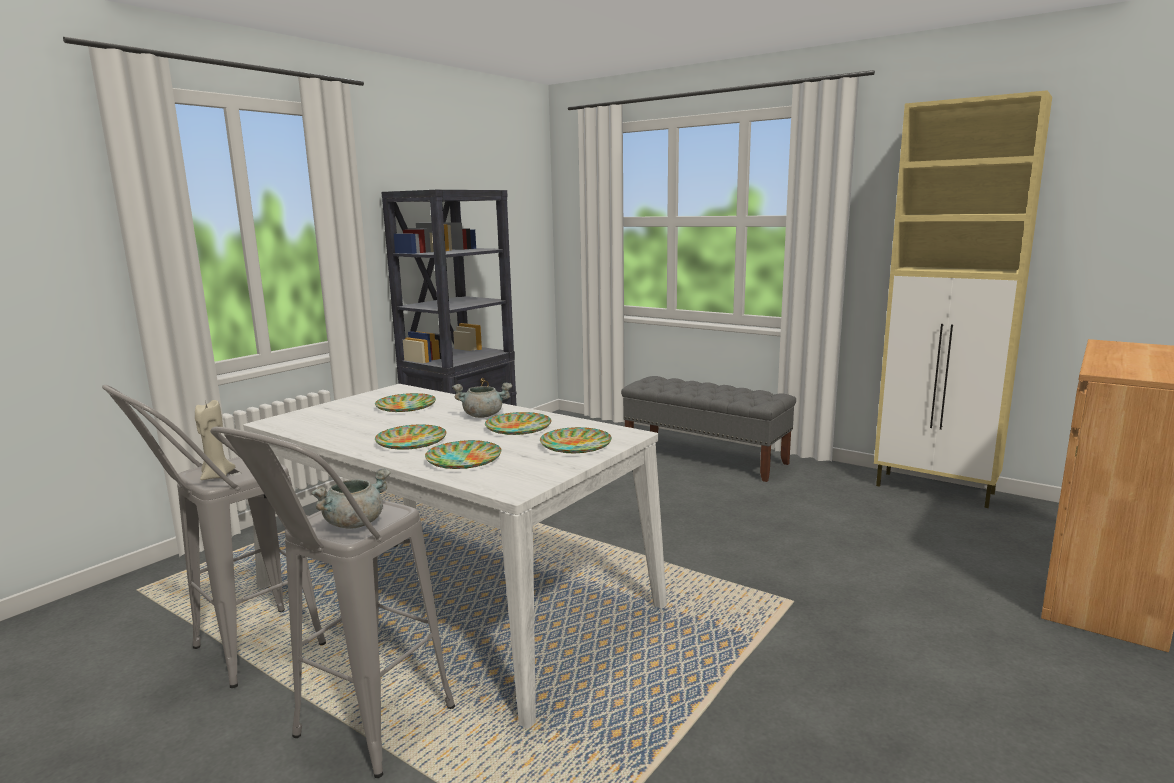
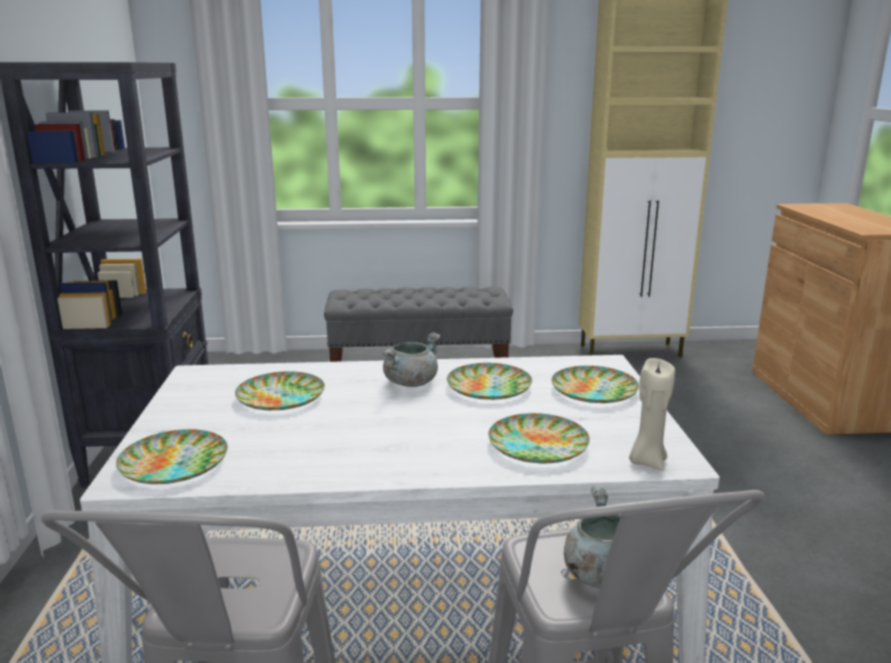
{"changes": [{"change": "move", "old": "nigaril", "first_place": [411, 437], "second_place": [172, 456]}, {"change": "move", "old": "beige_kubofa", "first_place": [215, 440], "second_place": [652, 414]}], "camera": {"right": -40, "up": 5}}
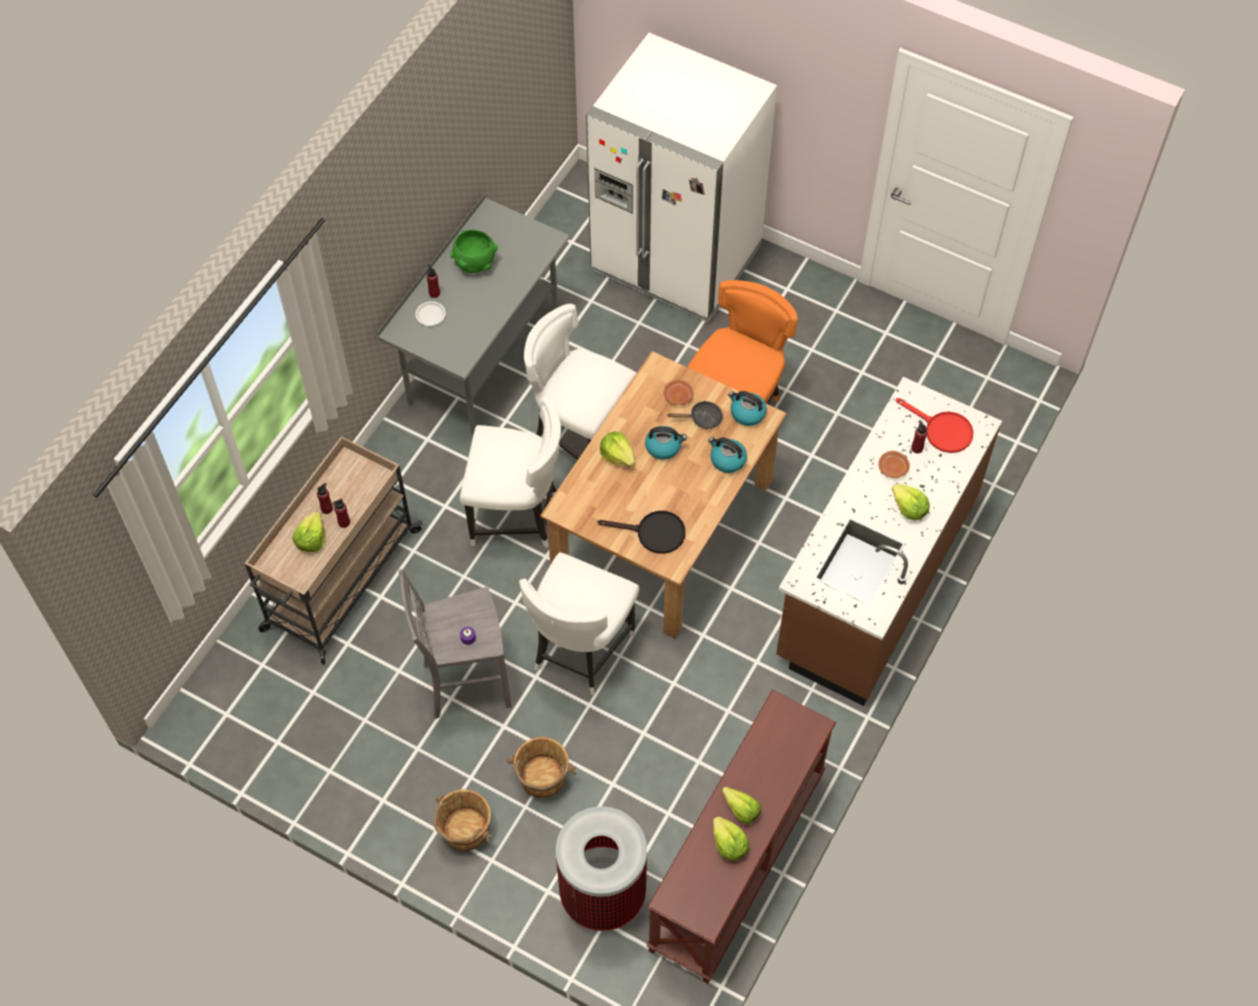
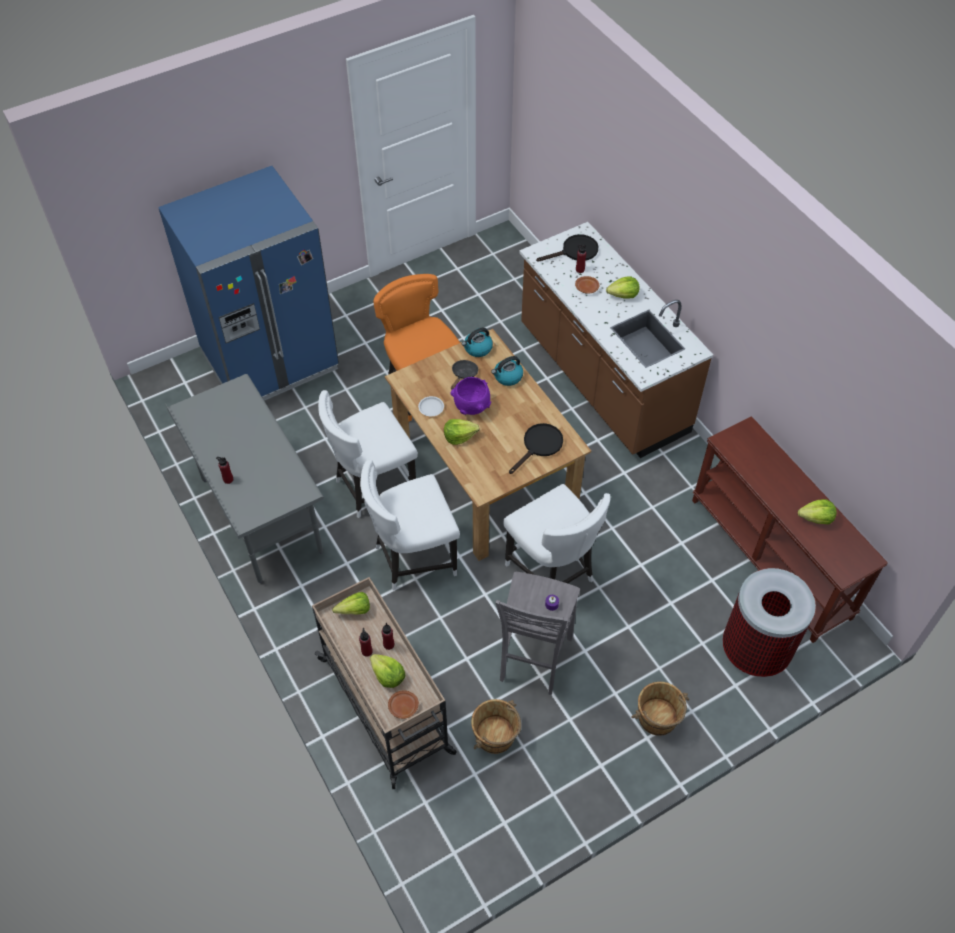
{"changes": [{"change": "recolor", "old": "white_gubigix", "new": "blue_gubigix", "first_place": [681, 177], "second_place": [248, 283]}, {"change": "move", "old": "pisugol", "first_place": [741, 805], "second_place": [351, 603]}, {"change": "rotate", "old": "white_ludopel", "first_place": [510, 472], "second_place": [410, 525], "degrees": -150}, {"change": "move", "old": "brown_nigaril", "first_place": [679, 392], "second_place": [403, 704]}, {"change": "move", "old": "white_nigaril", "first_place": [430, 313], "second_place": [431, 406]}, {"change": "replace", "old": "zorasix", "new": "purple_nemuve", "first_place": [666, 443], "second_place": [471, 396]}, {"change": "move", "old": "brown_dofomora", "first_place": [541, 767], "second_place": [496, 726]}, {"change": "recolor", "old": "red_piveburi", "new": "black_piveburi", "first_place": [935, 425], "second_place": [567, 248]}, {"change": "delete", "old": "green_nemuve", "first_place": [474, 251]}], "camera": {"right": -60, "up": -5}}
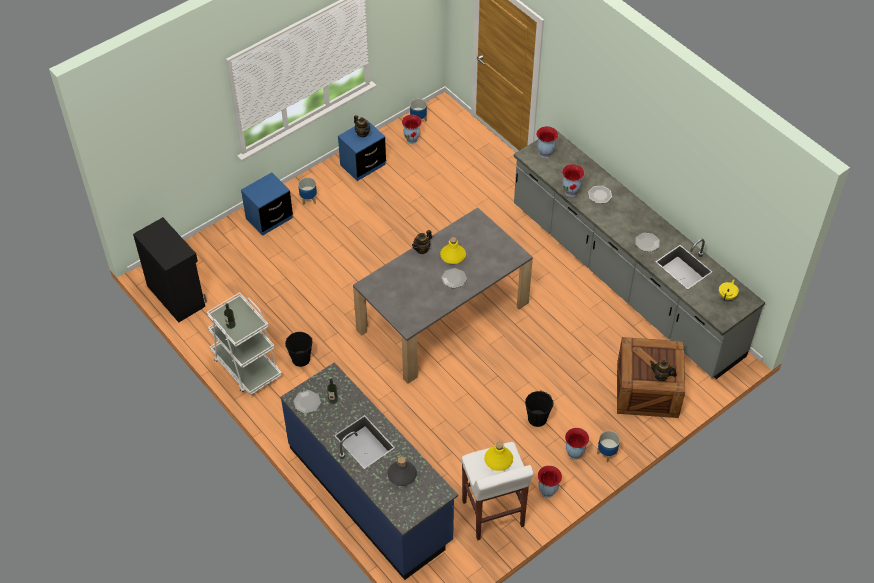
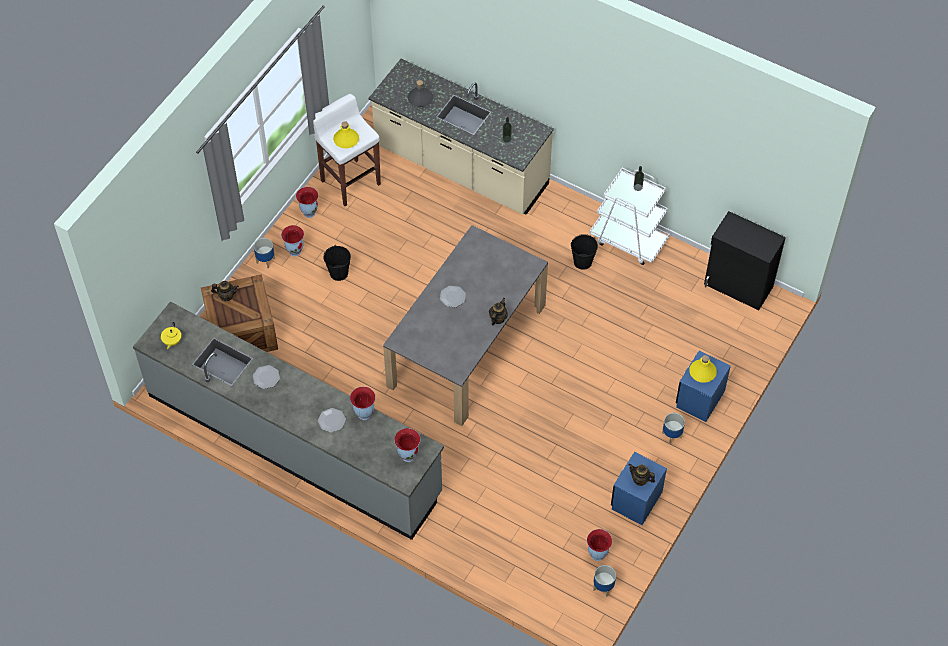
{"changes": [{"change": "recolor", "old": "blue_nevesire", "new": "beige_nevesire", "first_place": [369, 471], "second_place": [461, 137]}, {"change": "move", "old": "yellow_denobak", "first_place": [453, 250], "second_place": [703, 369]}, {"change": "delete", "old": "nigaril", "first_place": [307, 402]}], "camera": {"right": 160, "up": 5}}
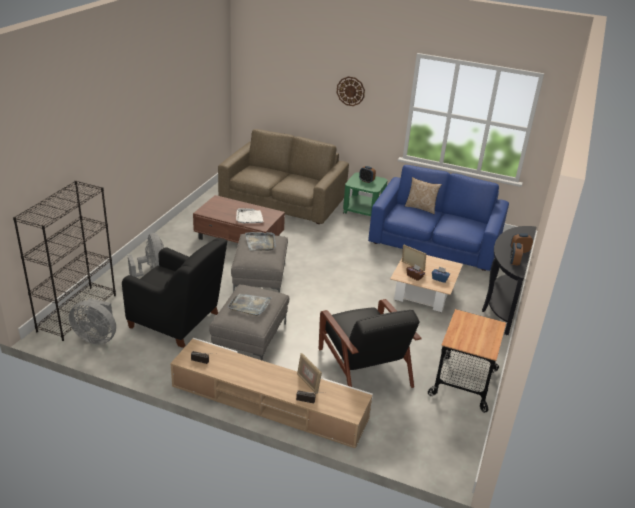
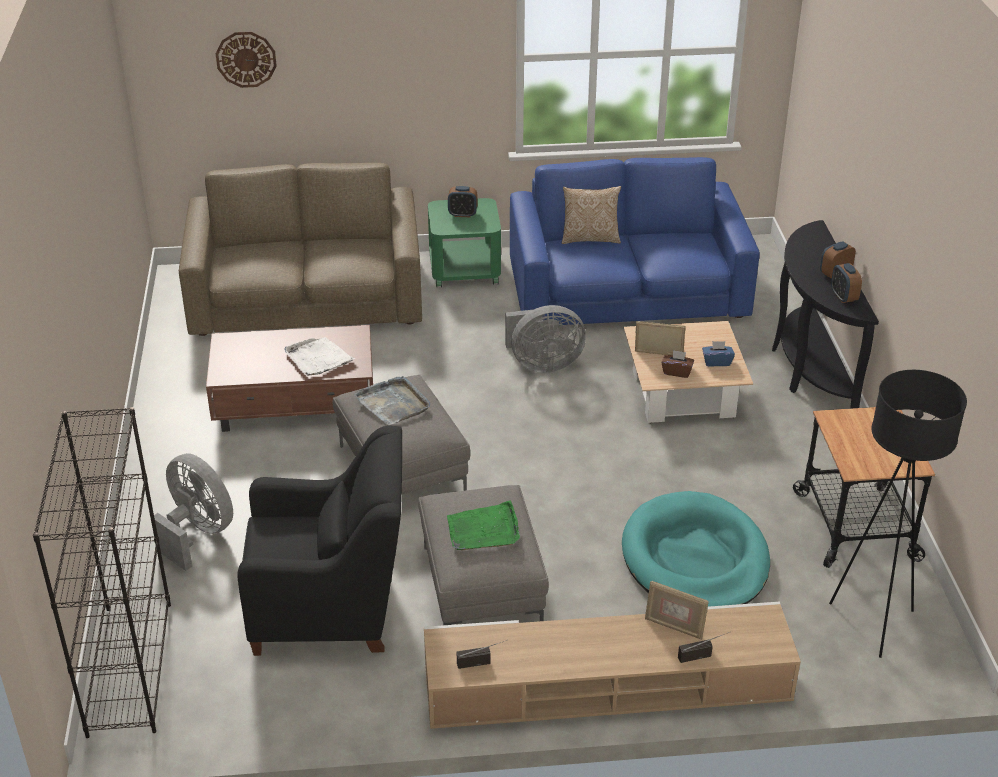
{"changes": [{"change": "move", "old": "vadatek", "first_place": [351, 91], "second_place": [246, 60]}, {"change": "recolor", "old": "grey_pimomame", "new": "green_pimomame", "first_place": [250, 305], "second_place": [483, 525]}, {"change": "move", "old": "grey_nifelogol", "first_place": [92, 321], "second_place": [545, 339]}, {"change": "replace", "old": "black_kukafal", "new": "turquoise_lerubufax", "first_place": [370, 343], "second_place": [696, 549]}, {"change": "insert", "new": "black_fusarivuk", "second_place": [898, 514]}], "camera": {"right": -25, "up": 5}}
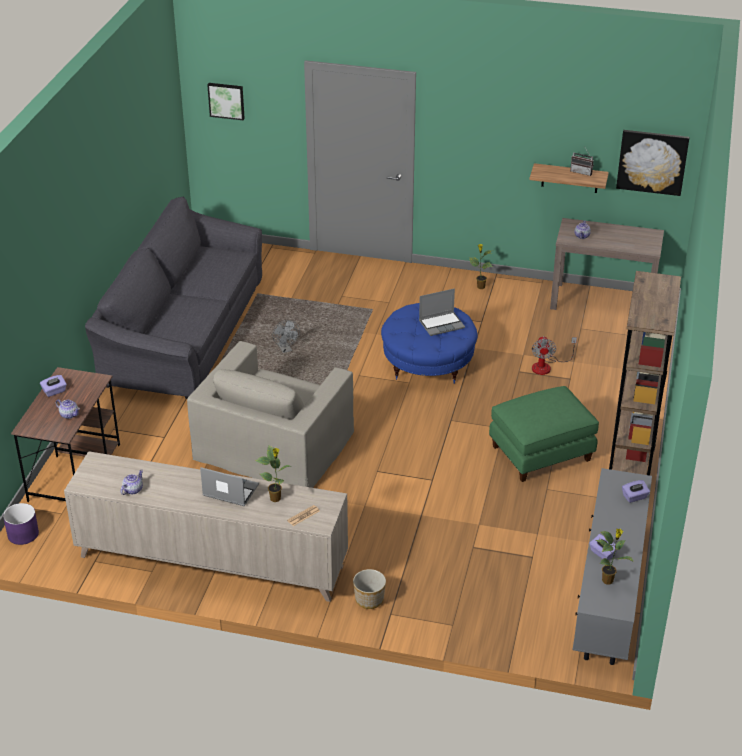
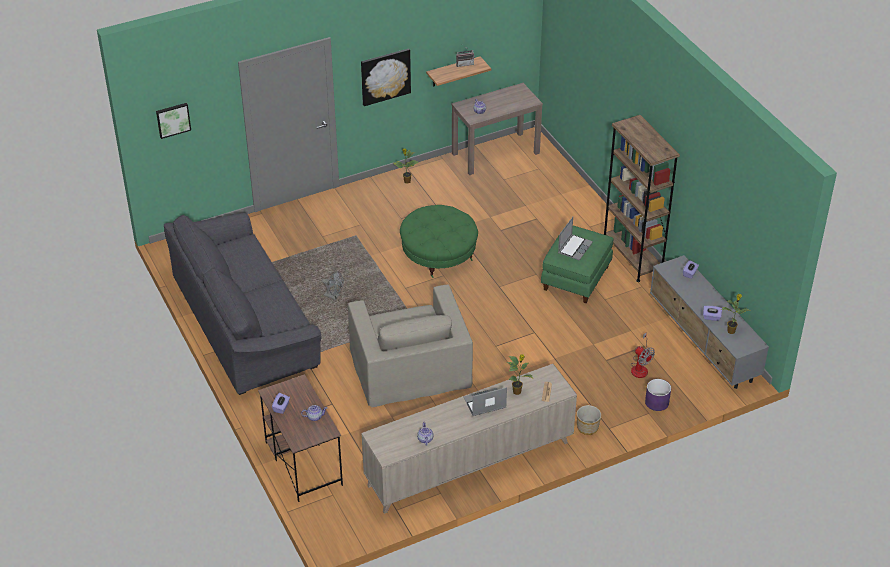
{"changes": [{"change": "move", "old": "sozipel", "first_place": [652, 163], "second_place": [386, 77]}, {"change": "recolor", "old": "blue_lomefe", "new": "green_lomefe", "first_place": [429, 343], "second_place": [439, 241]}, {"change": "move", "old": "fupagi", "first_place": [442, 312], "second_place": [575, 239]}, {"change": "move", "old": "nifelogol", "first_place": [554, 355], "second_place": [643, 355]}, {"change": "move", "old": "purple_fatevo", "first_place": [21, 524], "second_place": [658, 395]}], "camera": {"right": -40, "up": 5}}
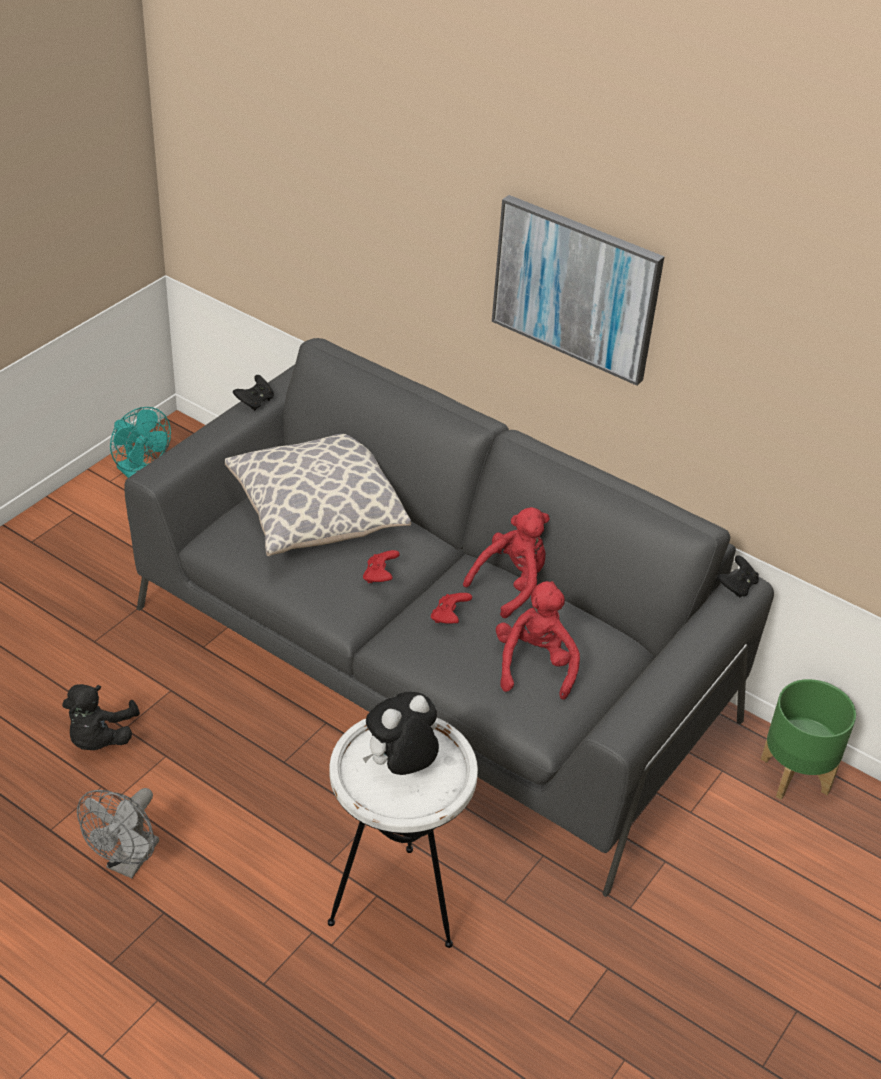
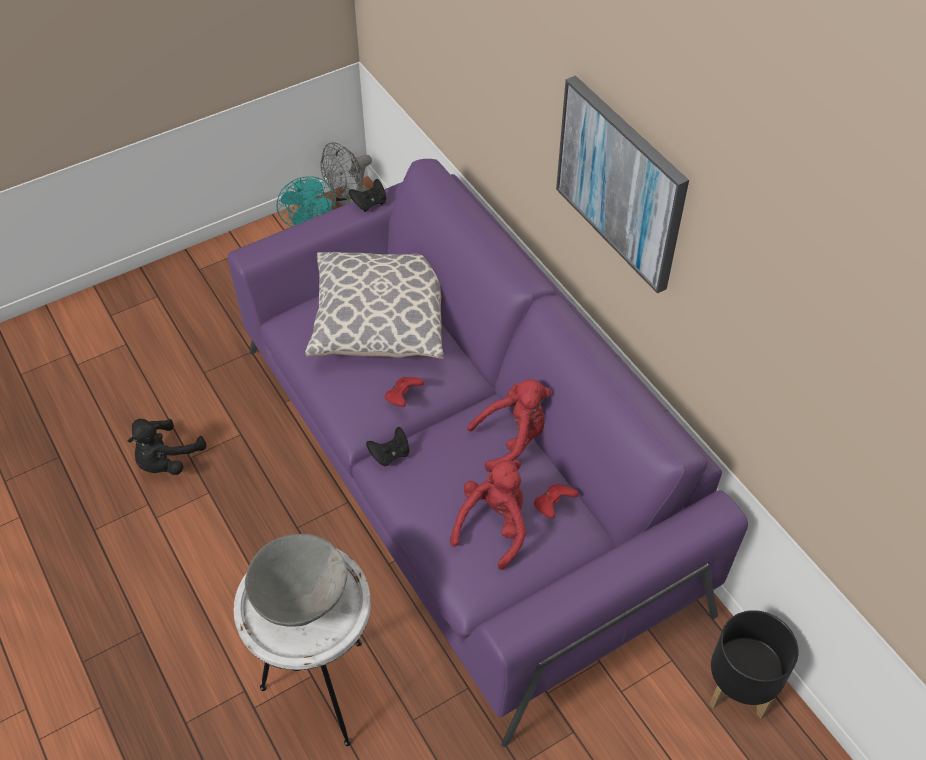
{"changes": [{"change": "recolor", "old": "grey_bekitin", "new": "purple_bekitin", "first_place": [449, 617], "second_place": [488, 453]}, {"change": "replace", "old": "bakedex", "new": "grey_nemuve", "first_place": [401, 733], "second_place": [296, 580]}, {"change": "move", "old": "grey_nifelogol", "first_place": [118, 833], "second_place": [346, 174]}, {"change": "move", "old": "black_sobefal", "first_place": [738, 576], "second_place": [387, 446]}, {"change": "move", "old": "red_sobefal", "first_place": [451, 608], "second_place": [556, 501]}, {"change": "recolor", "old": "green_fatevo", "new": "black_fatevo", "first_place": [808, 739], "second_place": [754, 664]}], "camera": {"right": 25, "up": 10}}
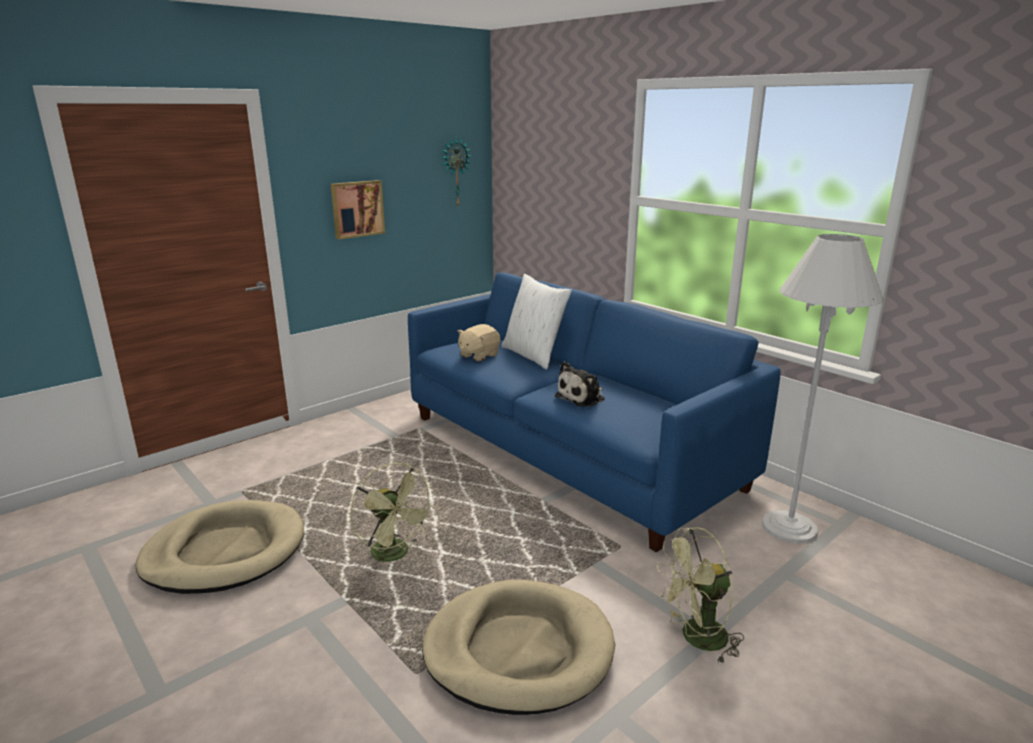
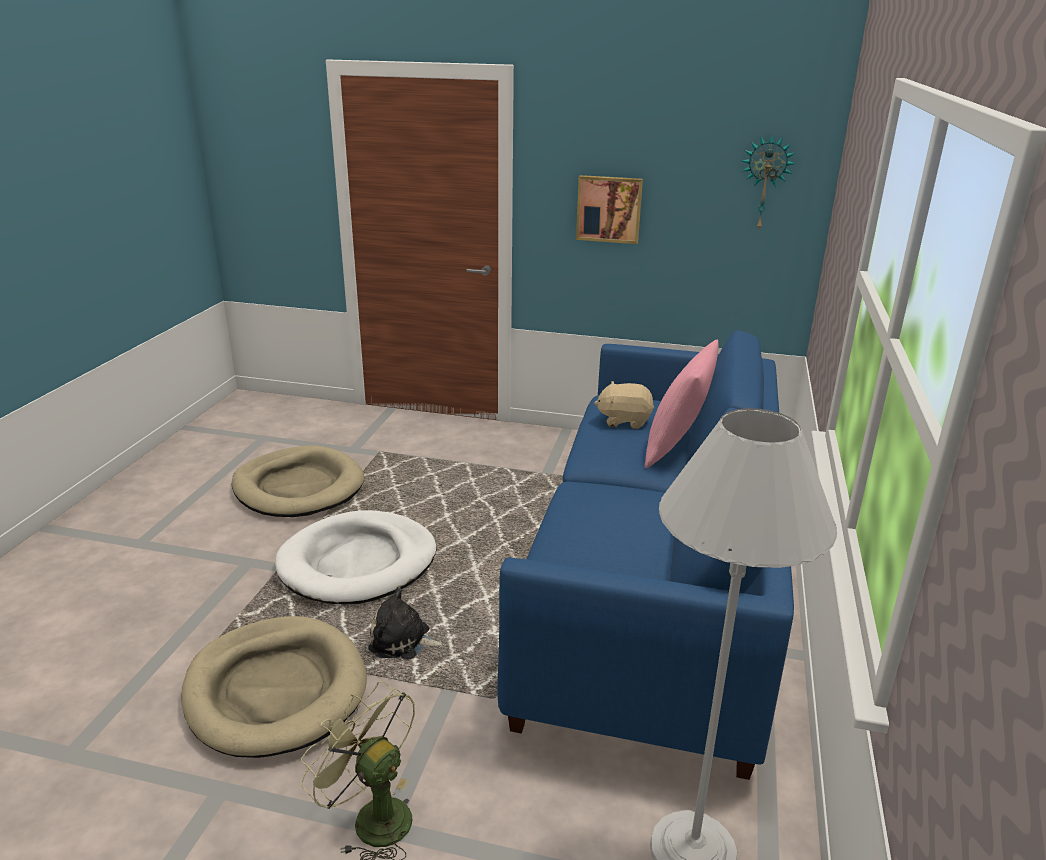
{"changes": [{"change": "replace", "old": "green_nifelogol", "new": "white_lerubufax", "first_place": [393, 512], "second_place": [355, 557]}, {"change": "move", "old": "bakedex", "first_place": [580, 384], "second_place": [406, 623]}, {"change": "recolor", "old": "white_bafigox", "new": "pink_bafigox", "first_place": [537, 322], "second_place": [681, 404]}], "camera": {"right": 55, "up": 5}}
